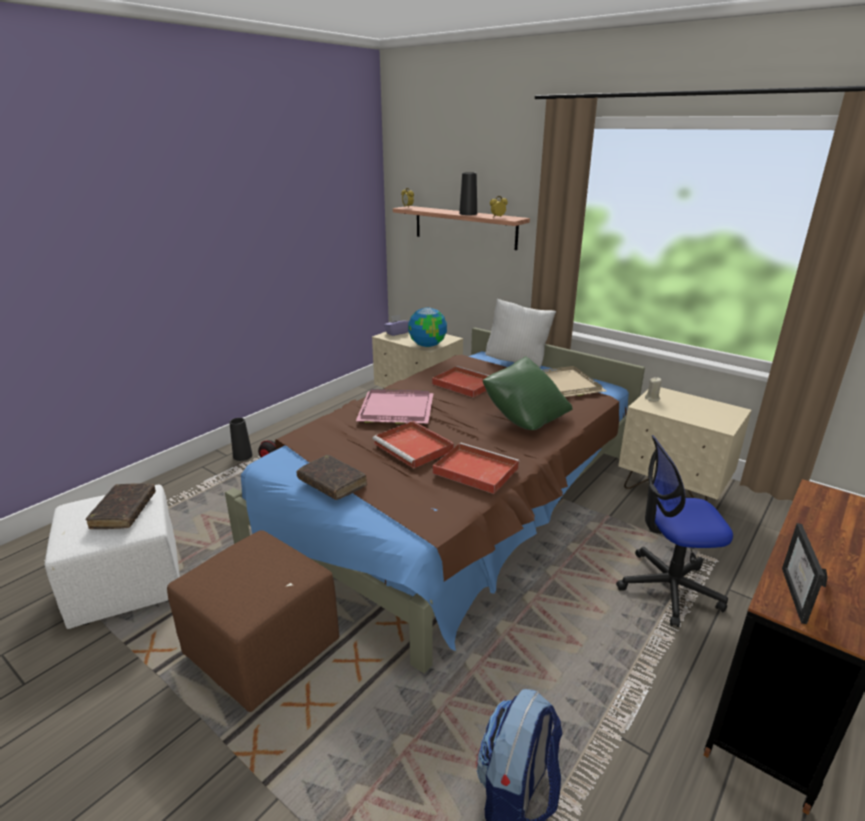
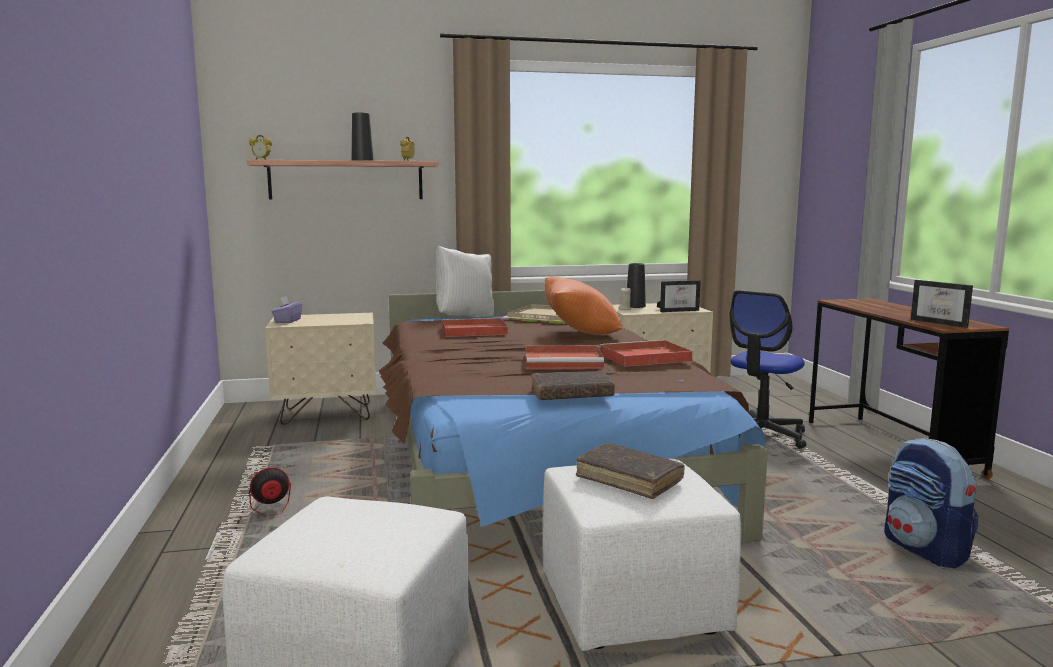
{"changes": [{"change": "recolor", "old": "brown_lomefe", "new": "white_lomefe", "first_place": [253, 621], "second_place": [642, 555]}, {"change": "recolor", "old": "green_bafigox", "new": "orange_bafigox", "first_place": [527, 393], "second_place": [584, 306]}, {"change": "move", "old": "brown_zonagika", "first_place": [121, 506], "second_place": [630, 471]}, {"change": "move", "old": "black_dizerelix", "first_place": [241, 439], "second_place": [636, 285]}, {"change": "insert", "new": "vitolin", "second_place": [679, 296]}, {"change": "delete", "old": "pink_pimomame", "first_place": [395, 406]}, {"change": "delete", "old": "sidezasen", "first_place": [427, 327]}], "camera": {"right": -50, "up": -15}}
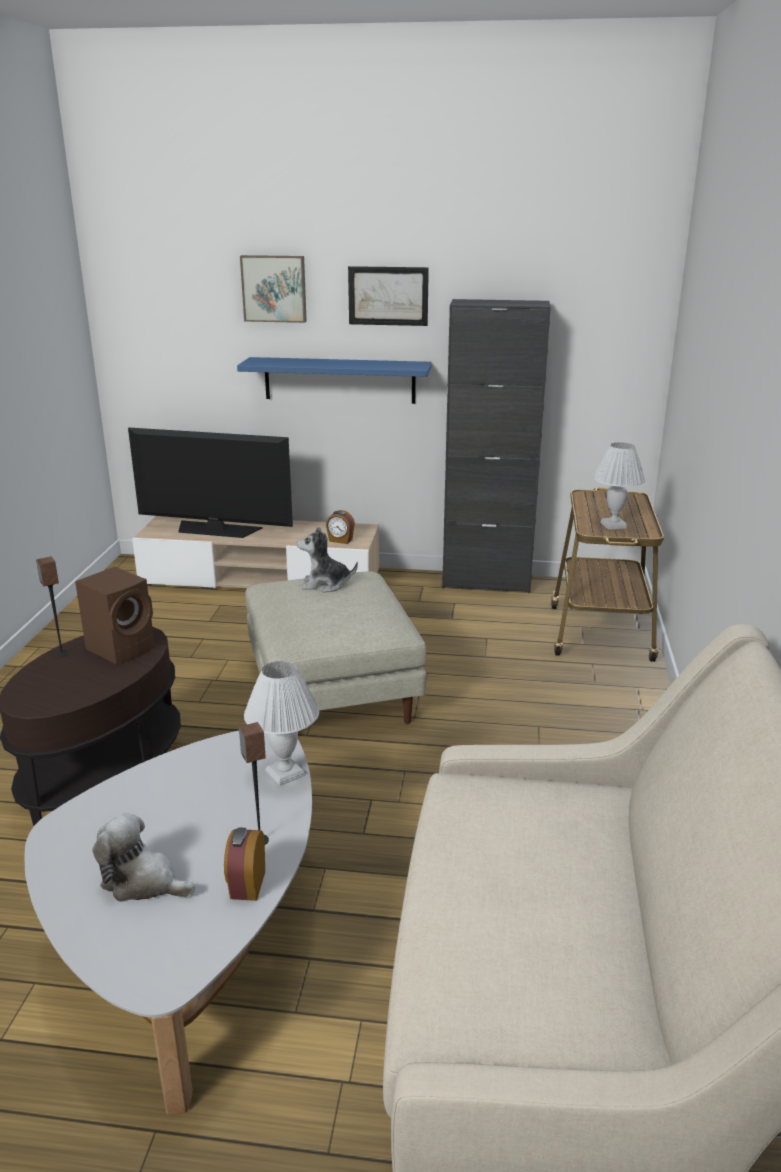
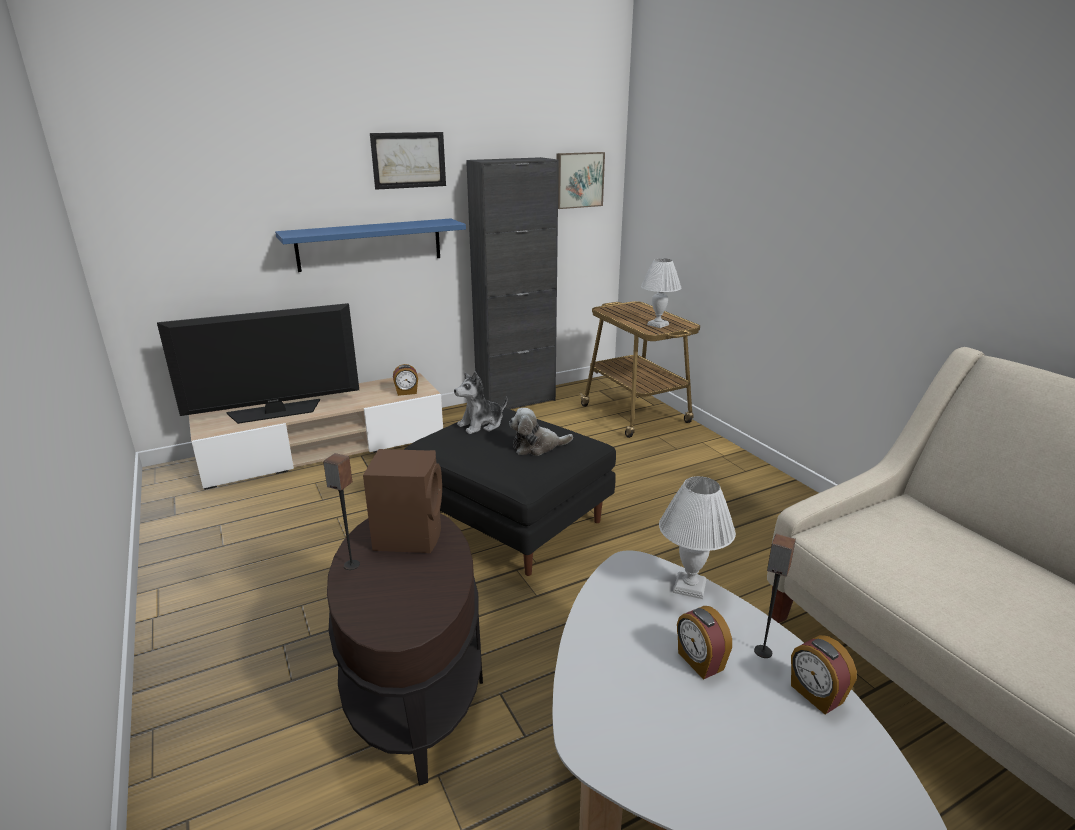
{"changes": [{"change": "recolor", "old": "beige_lomefe", "new": "black_lomefe", "first_place": [335, 648], "second_place": [510, 492]}, {"change": "move", "old": "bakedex", "first_place": [144, 857], "second_place": [541, 432]}, {"change": "move", "old": "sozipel", "first_place": [273, 289], "second_place": [581, 180]}, {"change": "insert", "new": "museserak", "second_place": [704, 643]}], "camera": {"right": -35, "up": 0}}
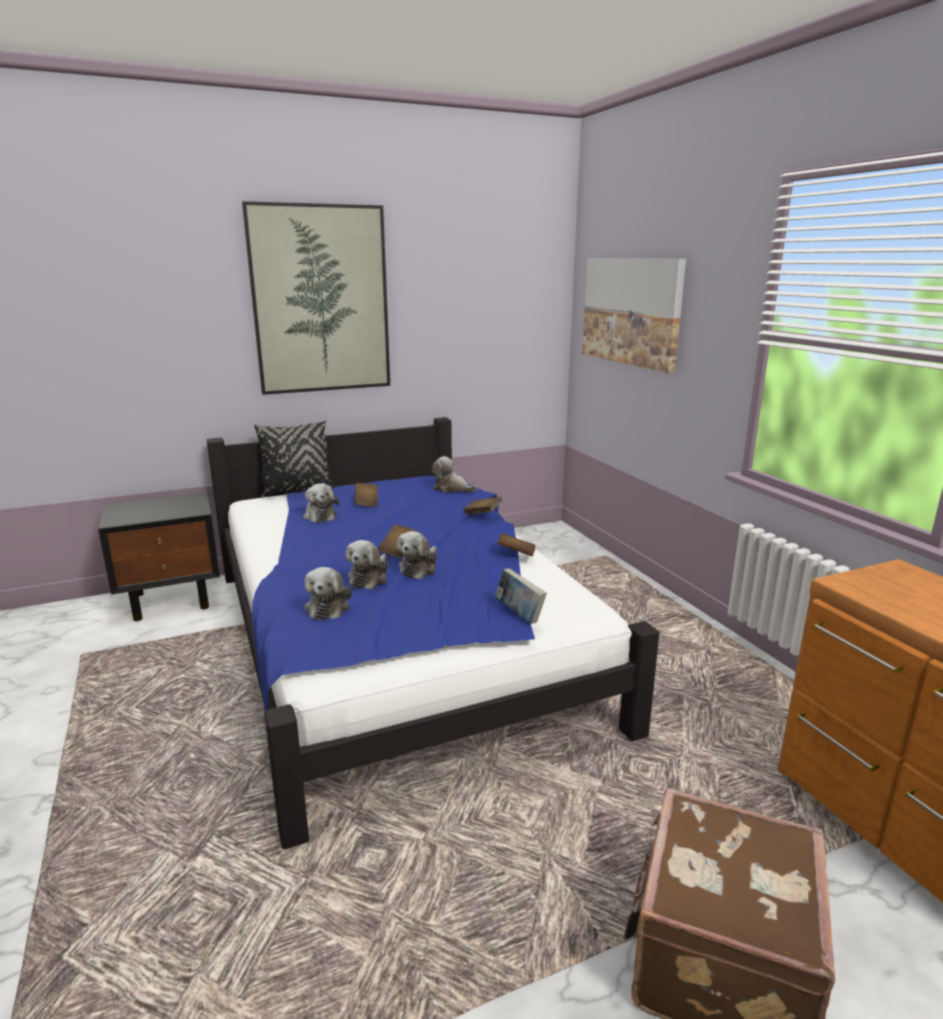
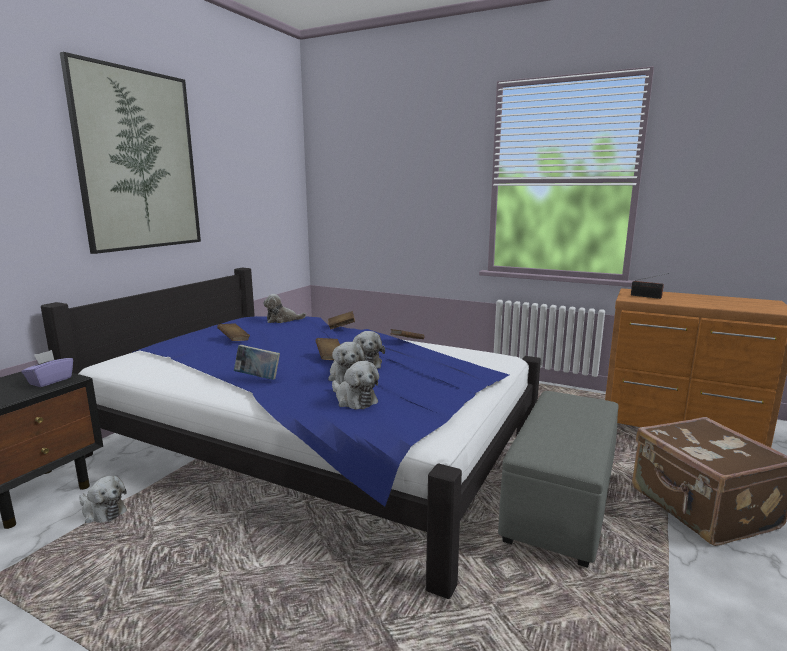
{"changes": [{"change": "insert", "new": "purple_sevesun", "second_place": [47, 368]}, {"change": "move", "old": "bakedex", "first_place": [321, 502], "second_place": [103, 499]}, {"change": "move", "old": "zonagika", "first_place": [521, 596], "second_place": [257, 362]}, {"change": "insert", "new": "grey_lomefe", "second_place": [558, 479]}, {"change": "insert", "new": "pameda", "second_place": [650, 286]}, {"change": "delete", "old": "black_bafigox", "first_place": [294, 458]}, {"change": "delete", "old": "sozipel", "first_place": [634, 316]}], "camera": {"right": -40, "up": -5}}
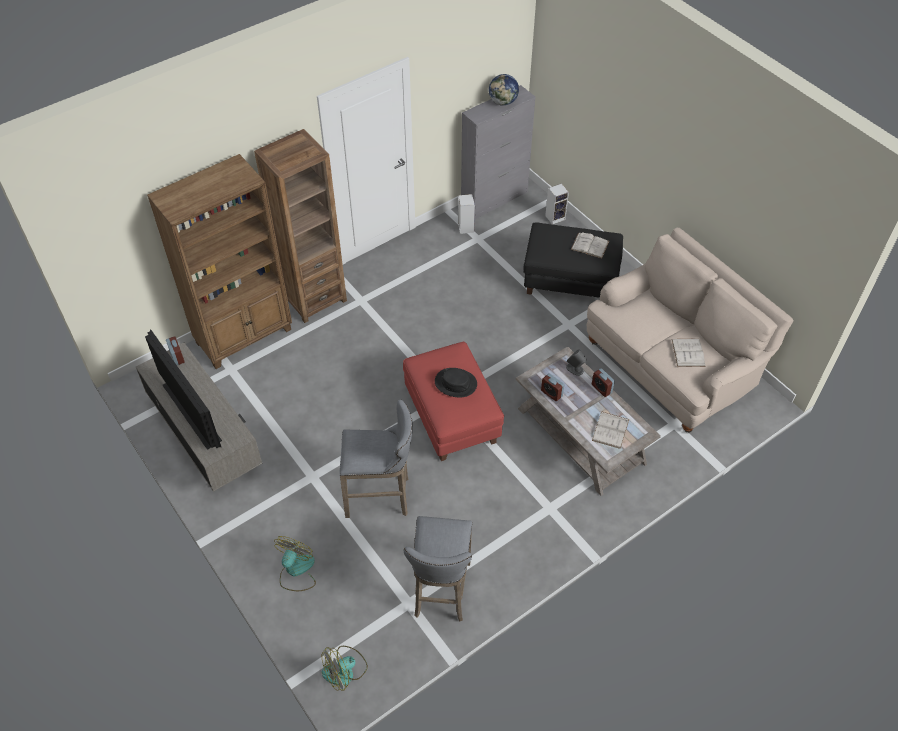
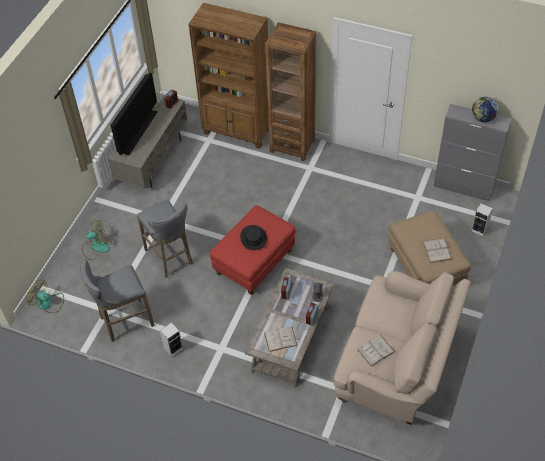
{"changes": [{"change": "move", "old": "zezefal", "first_place": [466, 214], "second_place": [171, 339]}, {"change": "recolor", "old": "black_lomefe", "new": "beige_lomefe", "first_place": [573, 260], "second_place": [430, 248]}], "camera": {"right": 60, "up": 0}}
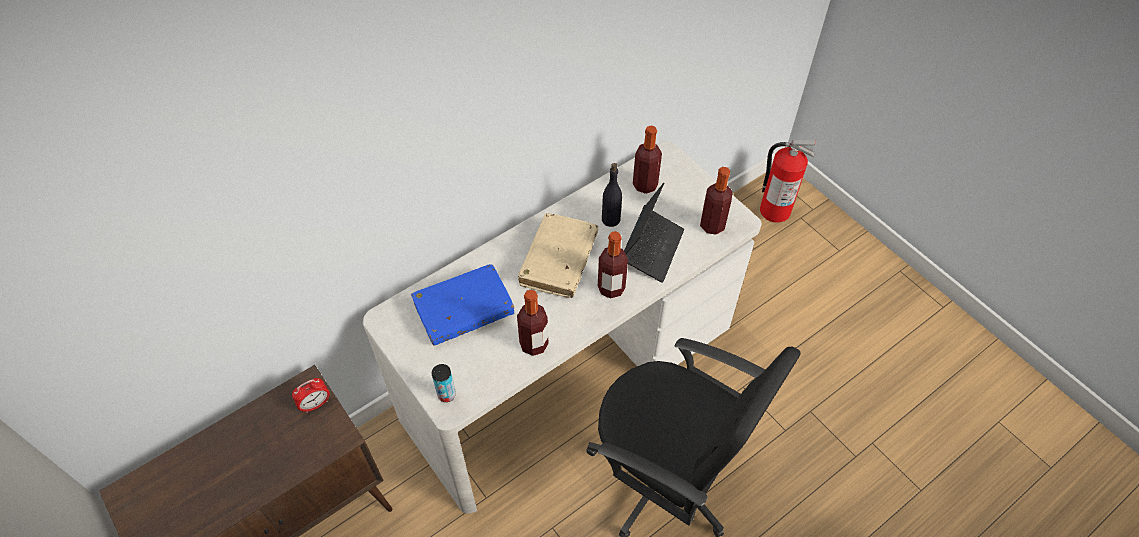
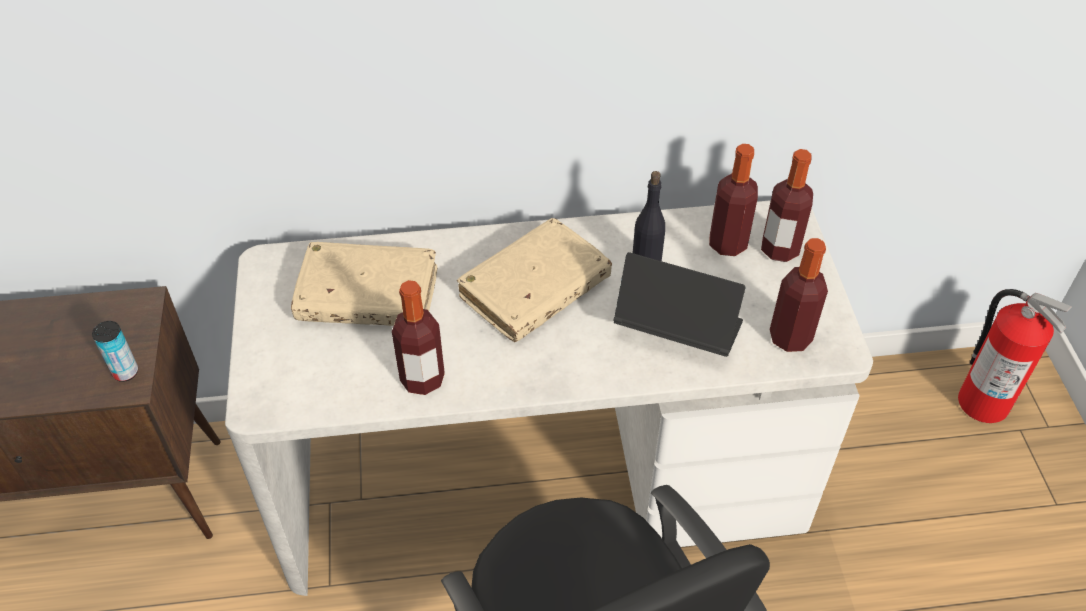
{"changes": [{"change": "move", "old": "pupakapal", "first_place": [444, 383], "second_place": [115, 351]}, {"change": "recolor", "old": "blue_zonagika", "new": "beige_zonagika", "first_place": [462, 305], "second_place": [364, 284]}, {"change": "rotate", "old": "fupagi", "first_place": [654, 233], "second_place": [679, 304], "degrees": -120}, {"change": "move", "old": "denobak", "first_place": [613, 265], "second_place": [787, 205]}, {"change": "delete", "old": "museserak", "first_place": [311, 395]}], "camera": {"right": 30, "up": -5}}
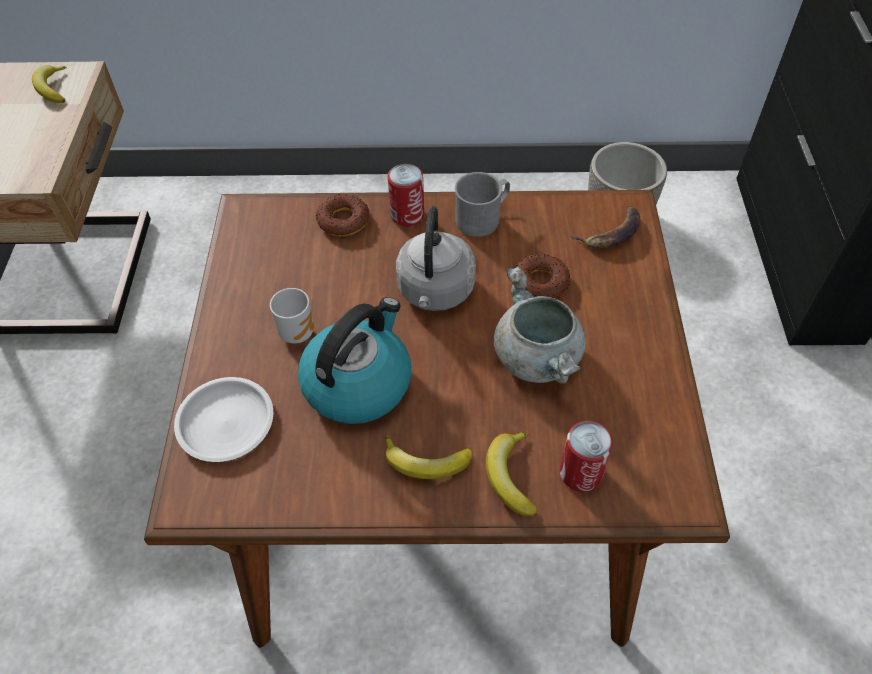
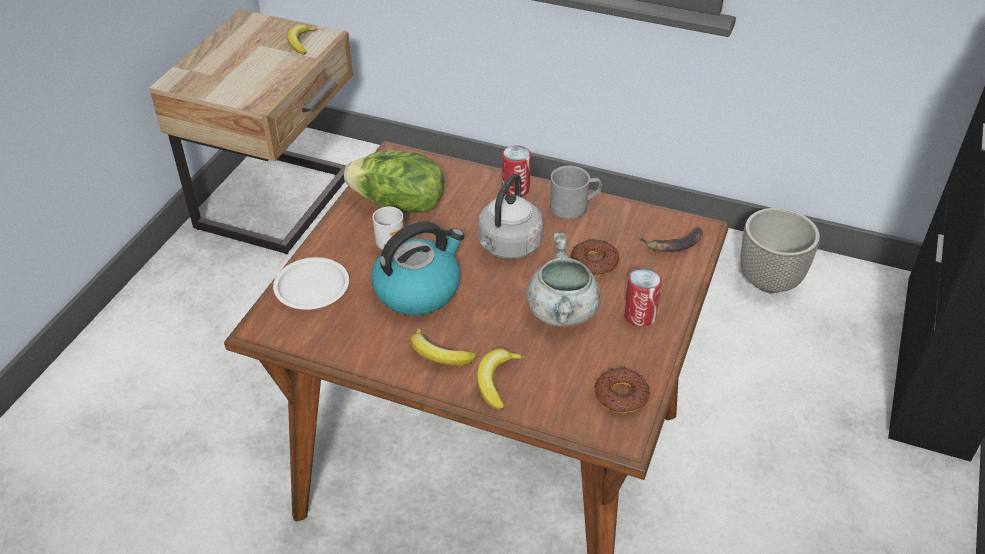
{"changes": [{"change": "insert", "new": "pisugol", "second_place": [394, 182]}, {"change": "move", "old": "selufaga", "first_place": [343, 215], "second_place": [622, 390]}, {"change": "move", "old": "pupakapal", "first_place": [586, 456], "second_place": [643, 297]}], "camera": {"right": 20, "up": -10}}
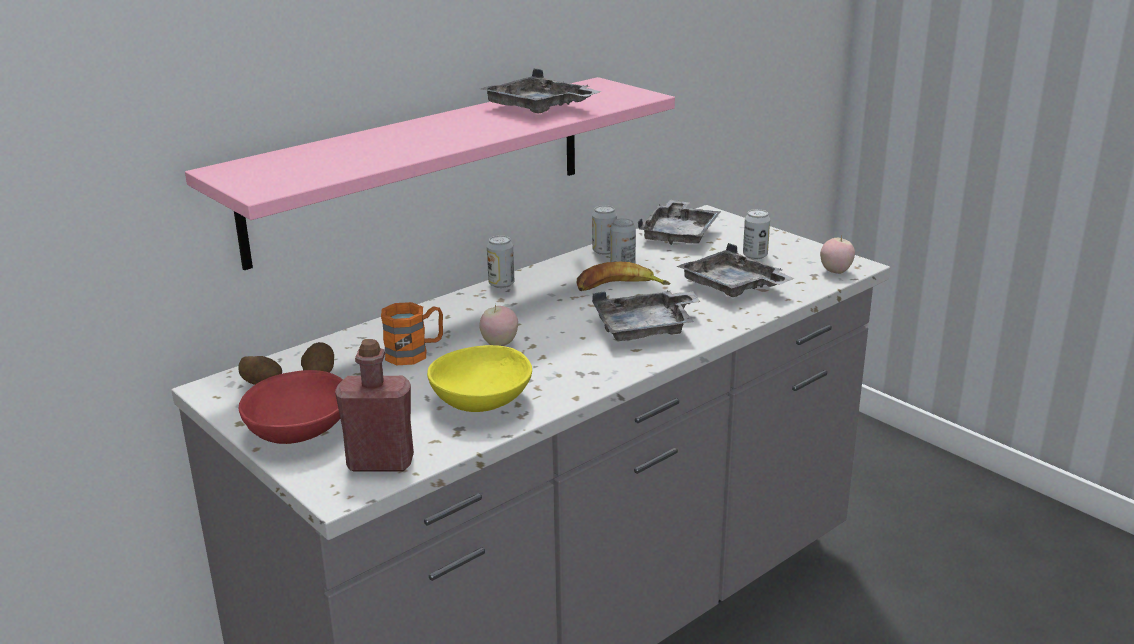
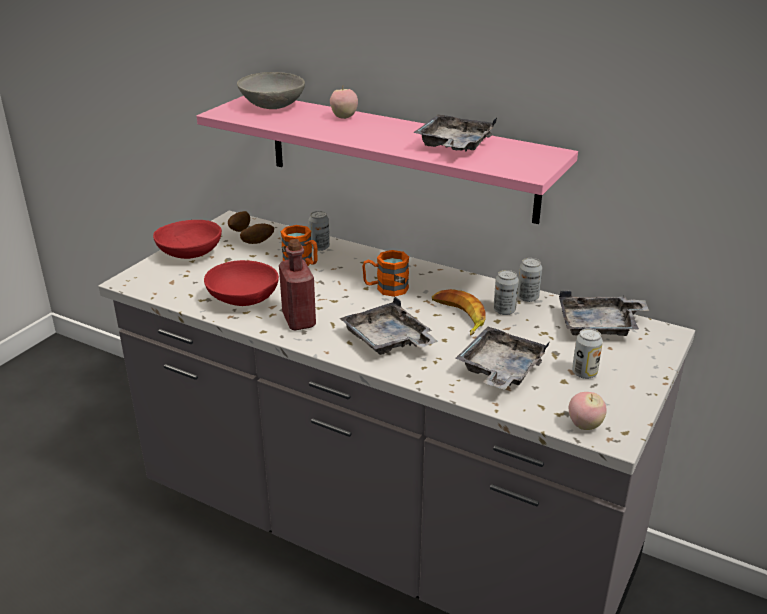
{"changes": [{"change": "recolor", "old": "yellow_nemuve", "new": "red_nemuve", "first_place": [479, 378], "second_place": [241, 283]}, {"change": "insert", "new": "grey_nemuve", "second_place": [271, 90]}, {"change": "move", "old": "red_denobak", "first_place": [374, 405], "second_place": [297, 284]}, {"change": "move", "old": "pupakapal", "first_place": [500, 262], "second_place": [319, 231]}, {"change": "move", "old": "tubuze", "first_place": [498, 325], "second_place": [344, 103]}, {"change": "insert", "new": "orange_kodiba", "second_place": [385, 273]}], "camera": {"right": 70, "up": 5}}
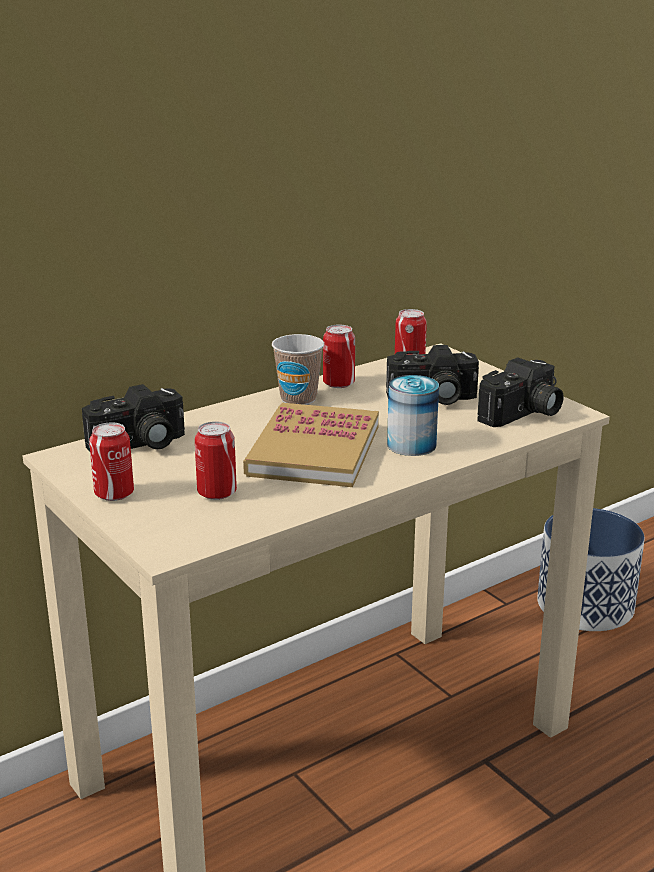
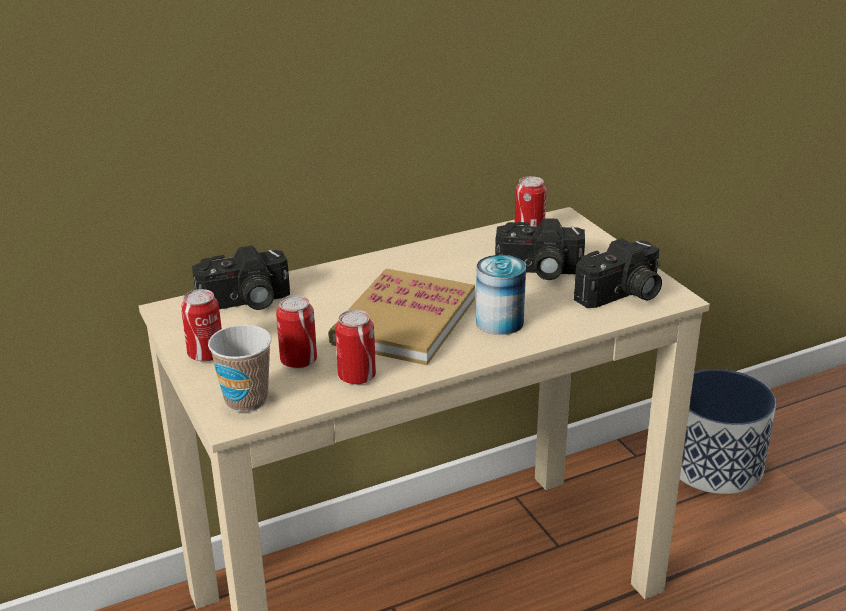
{"changes": [{"change": "move", "old": "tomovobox", "first_place": [298, 369], "second_place": [240, 368]}, {"change": "move", "old": "pupakapal", "first_place": [339, 356], "second_place": [355, 347]}], "camera": {"right": 10, "up": 5}}
